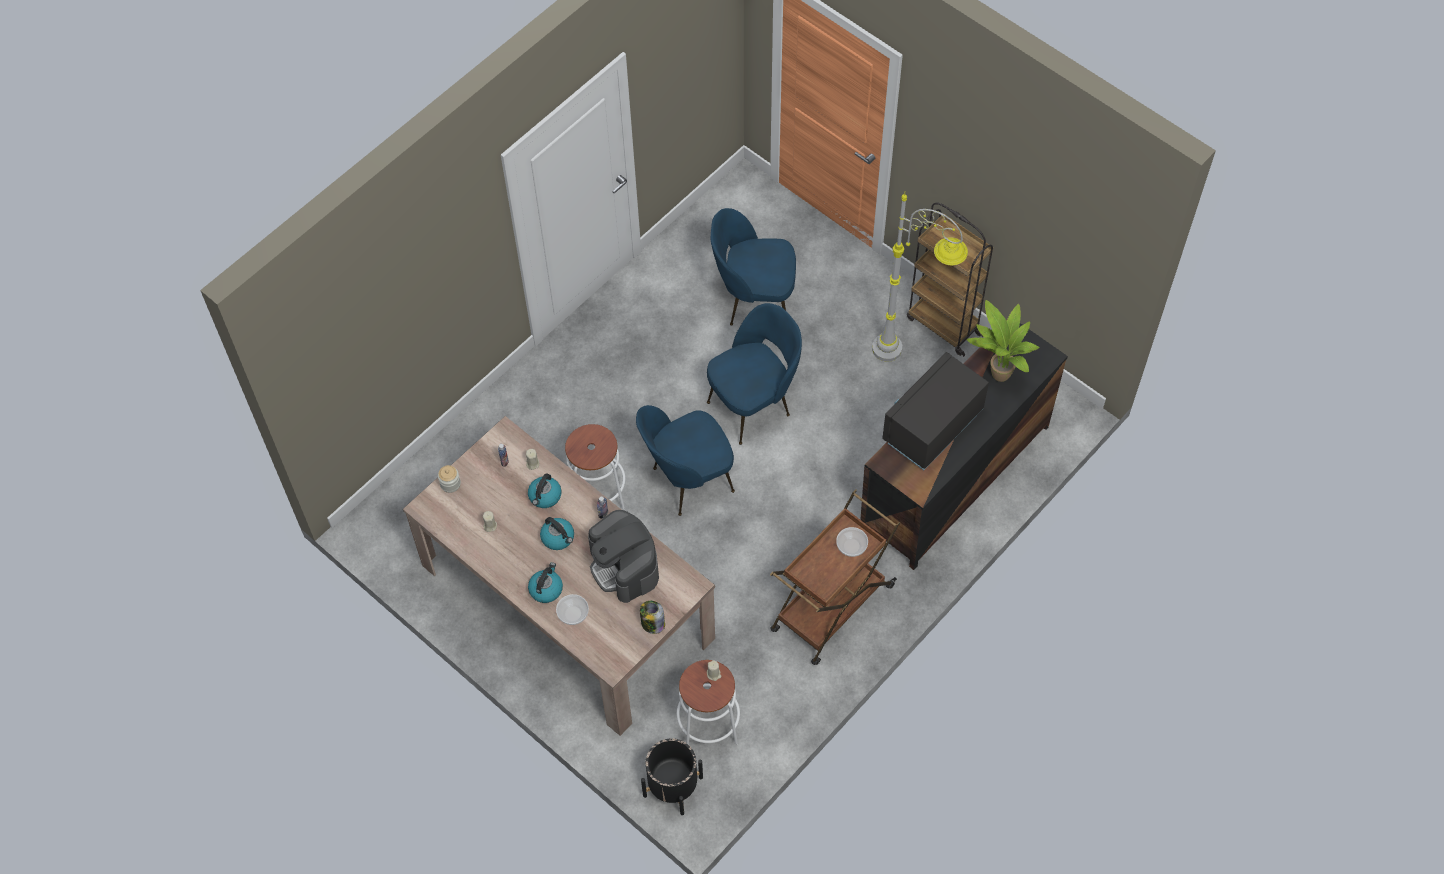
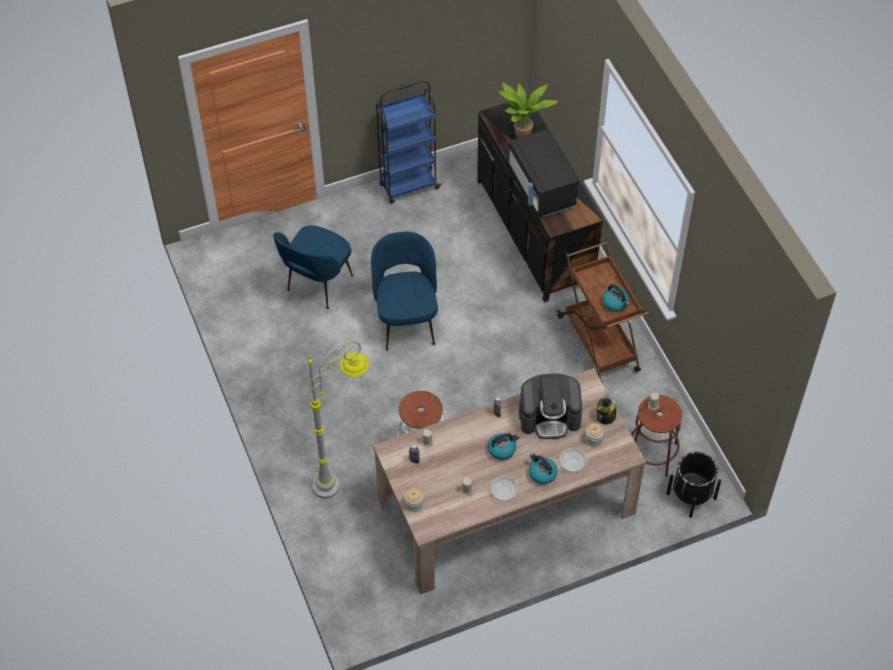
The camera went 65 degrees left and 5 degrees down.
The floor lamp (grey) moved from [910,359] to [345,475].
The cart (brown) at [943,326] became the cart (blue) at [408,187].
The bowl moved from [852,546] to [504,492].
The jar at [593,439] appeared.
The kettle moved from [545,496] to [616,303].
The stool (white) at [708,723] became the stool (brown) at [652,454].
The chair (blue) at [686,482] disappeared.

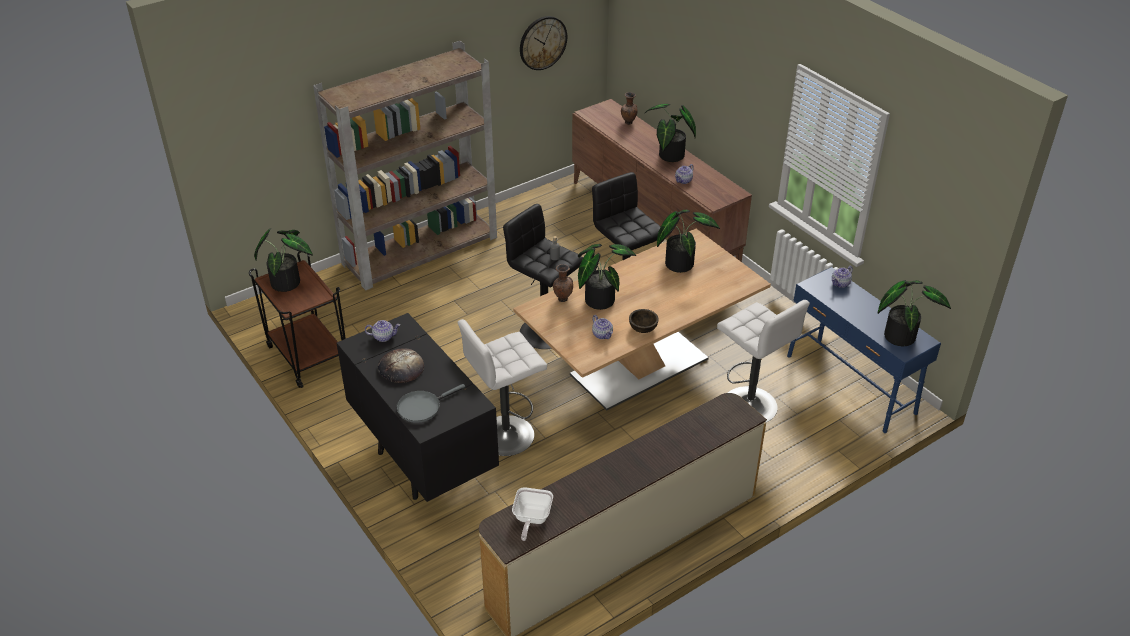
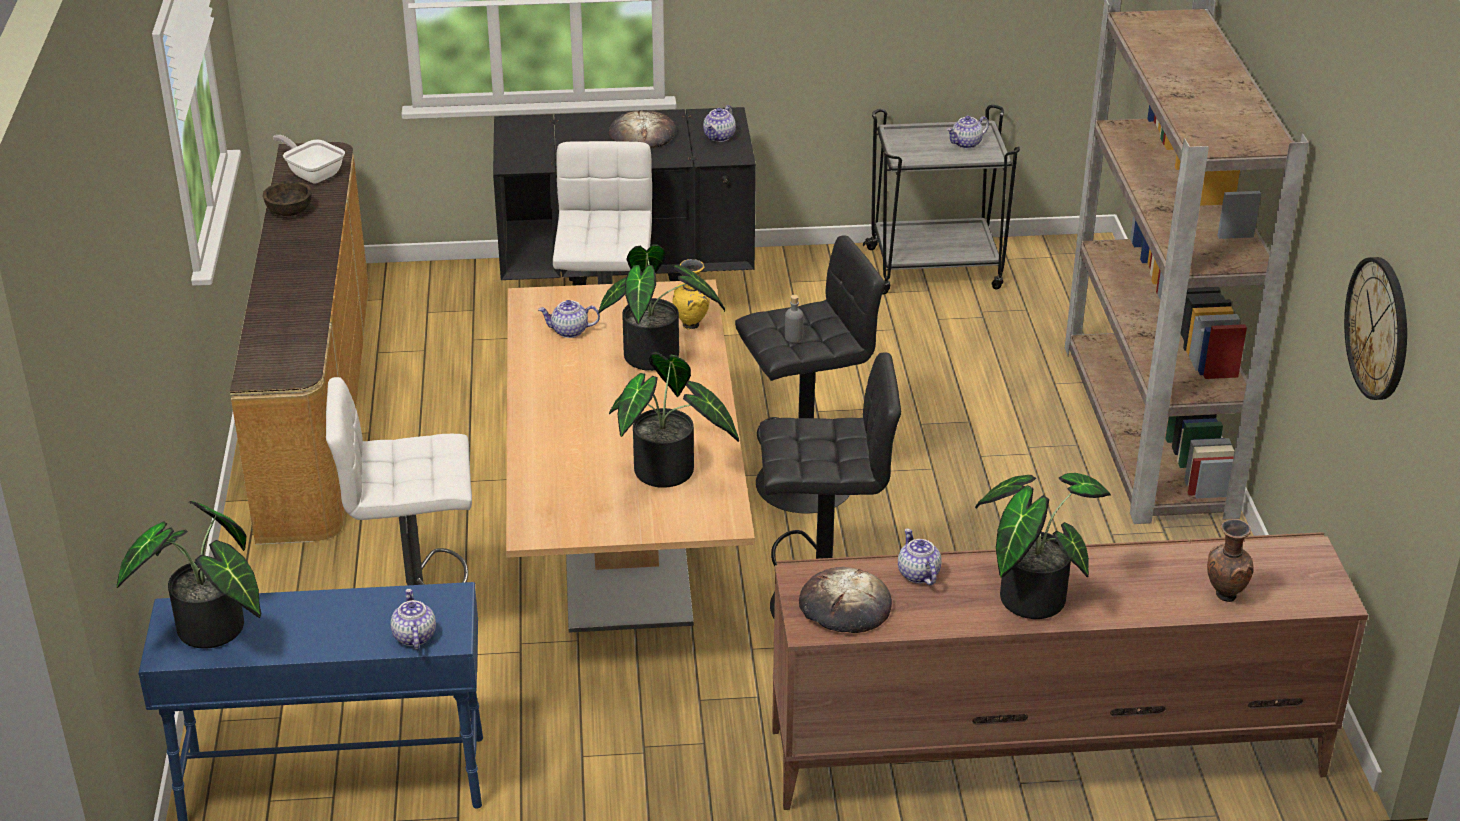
The camera went 120 degrees right and 5 degrees down.
The bowl (brown) moved from [643,328] to [289,212].
The vase (brown) at [562,298] became the vase (yellow) at [692,326].
The bread at [844,606] appeared.
The cart (brown) at [308,355] became the cart (grey) at [935,268].
The potted plant at [288,281] was replaced by the teapot at [966,144].
The frying pan (grey) at [422,407] disappeared.

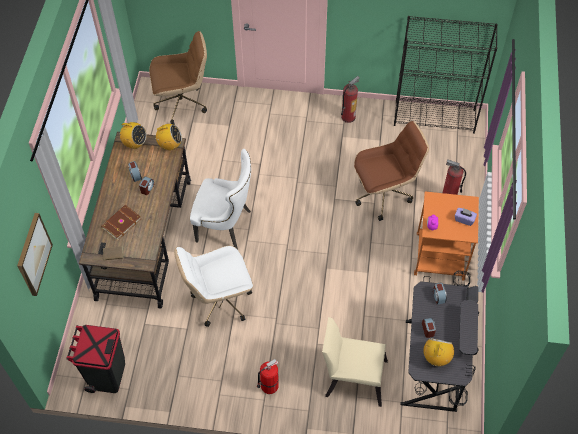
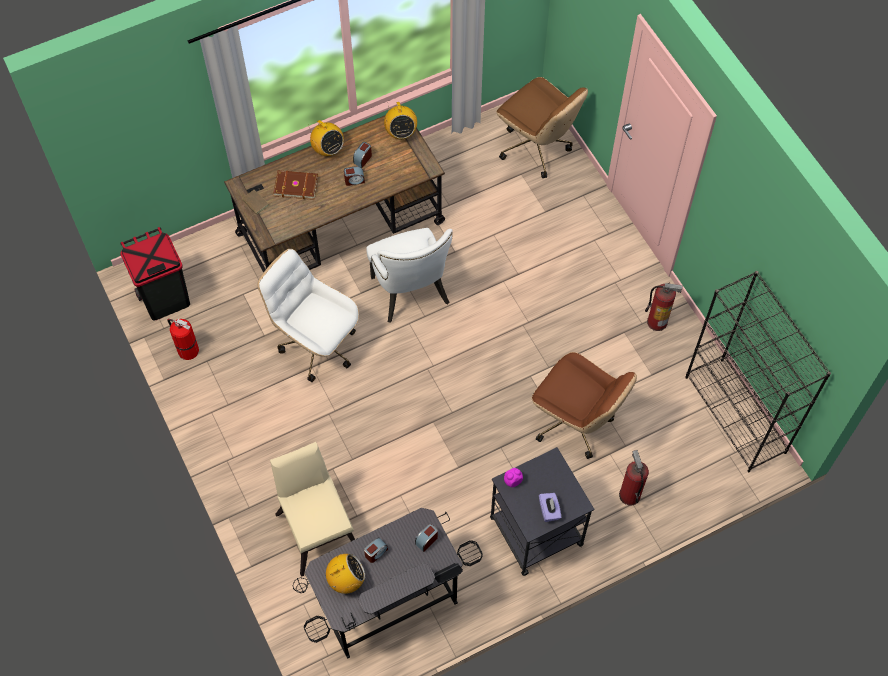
The camera went 55 degrees right and 5 degrees up.
The fire extinguisher moved from [268,386] to [187,350].
The radio moved from [170,145] to [328,149].
The cart (orange) at [440,257] became the cart (black) at [535,532].
The picture at [33,254] disappeared.

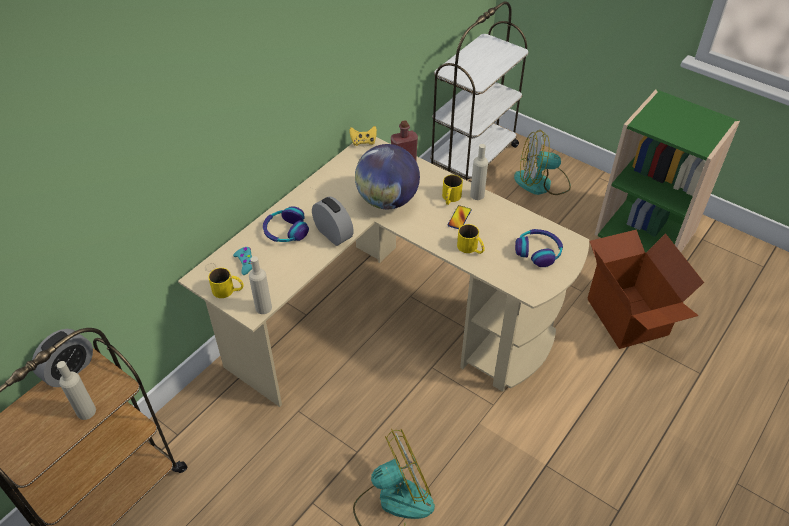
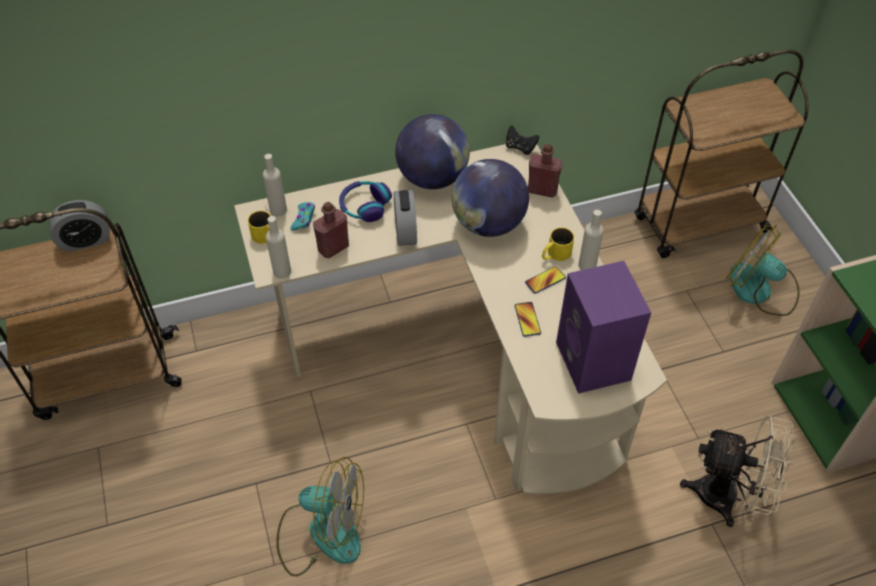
The camera went 35 degrees right and 5 degrees up.
The bottle (beige) moved from [86,411] to [278,210].
The bottle (red) at [333,248] appeared.
The globe at [432,178] appeared.
The game controller (yellow) at [363,142] became the game controller (black) at [520,147].
The mug (yellow) at [471,248] was replaced by the phone at [527,319].
The headphones at [538,252] was replaced by the speaker (purple) at [595,362].
The cart (white) at [472,161] became the cart (brown) at [698,224].
The cardboard box at [628,316] was replaced by the fan (beige) at [728,497].

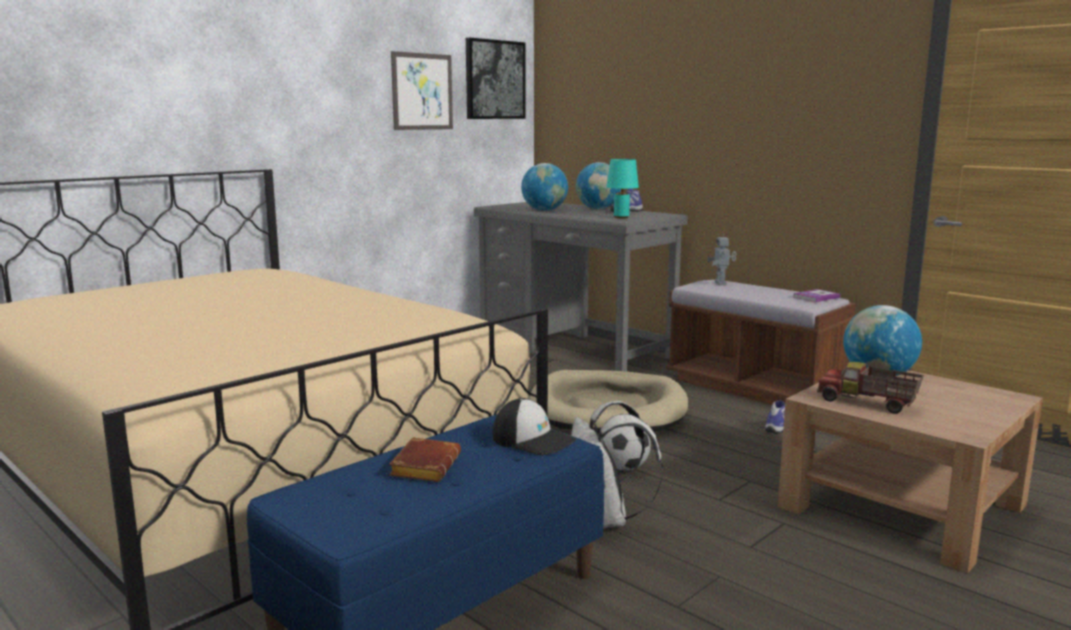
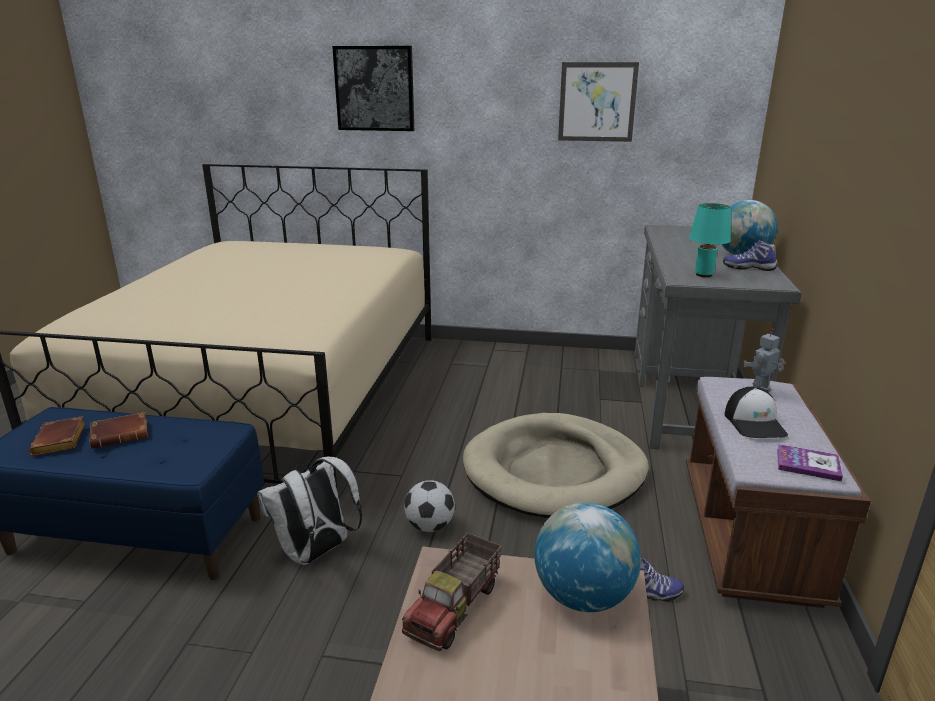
The camera went 55 degrees right and 10 degrees up.
The book (brown) at [61,441] appeared.
The picture moved from [494,80] to [375,89].
The toy truck at [867,403] turned 150 degrees counterclockwise.
The cap moved from [533,440] to [755,423].
The globe at [544,210] disappeared.

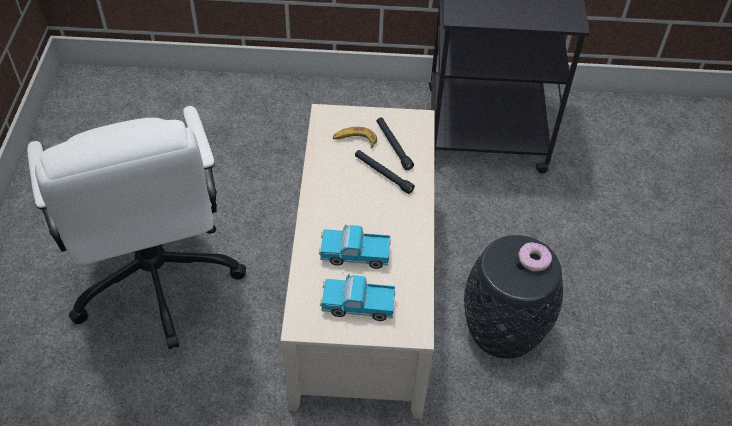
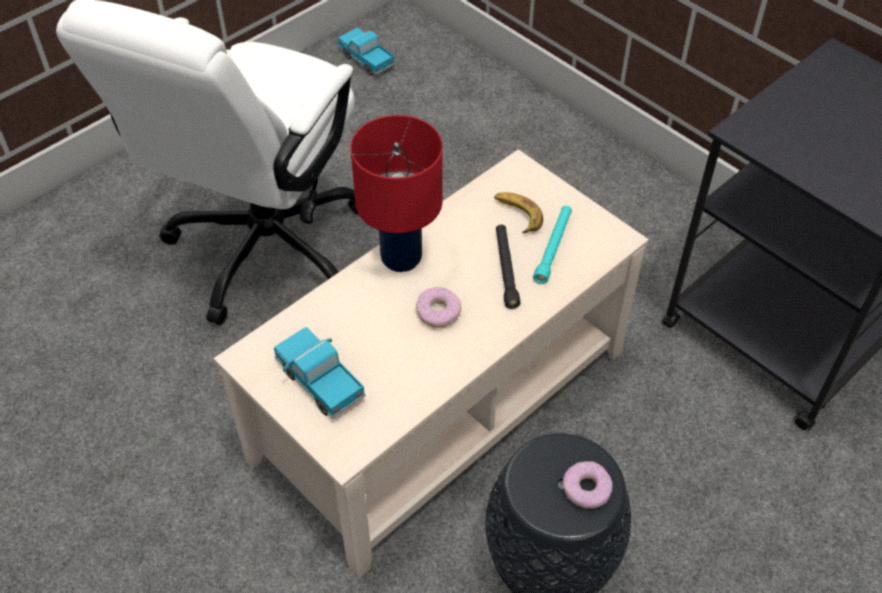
The camera went 45 degrees right and 0 degrees up.
The toy truck moved from [354,255] to [366,60].
The table lamp (red) at [401,261] appeared.
The donut at [438,312] appeared.
The flashlight (black) at [393,146] became the flashlight (turquoise) at [553,247].

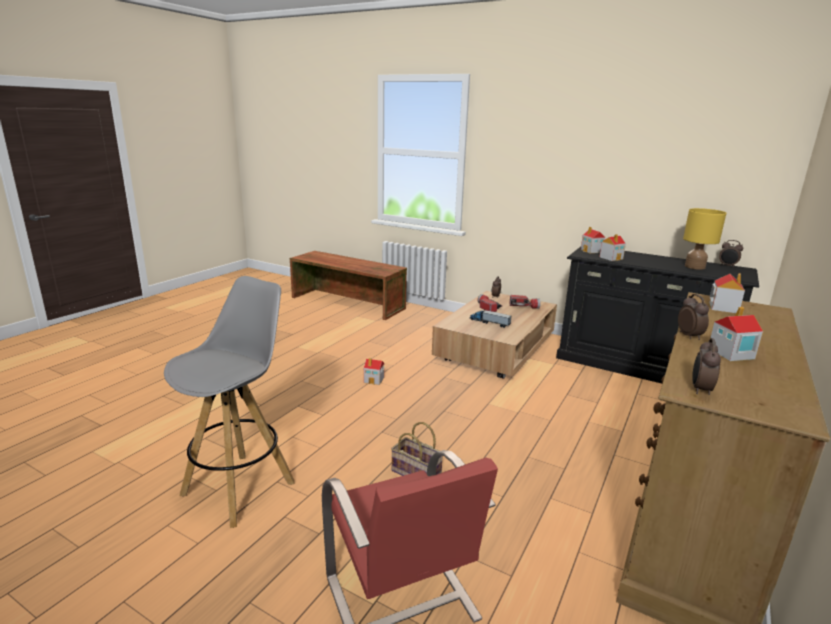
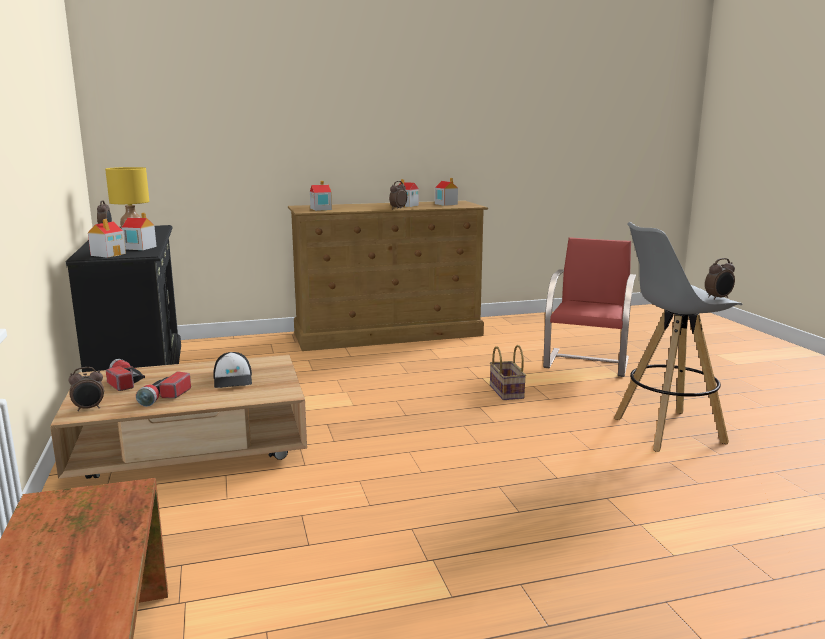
The camera went 135 degrees left and 5 degrees down.
The toy truck at [489,322] was replaced by the cap at [233,379].
The toy house moved from [374,380] to [445,204].
The alarm clock moved from [700,389] to [718,298].

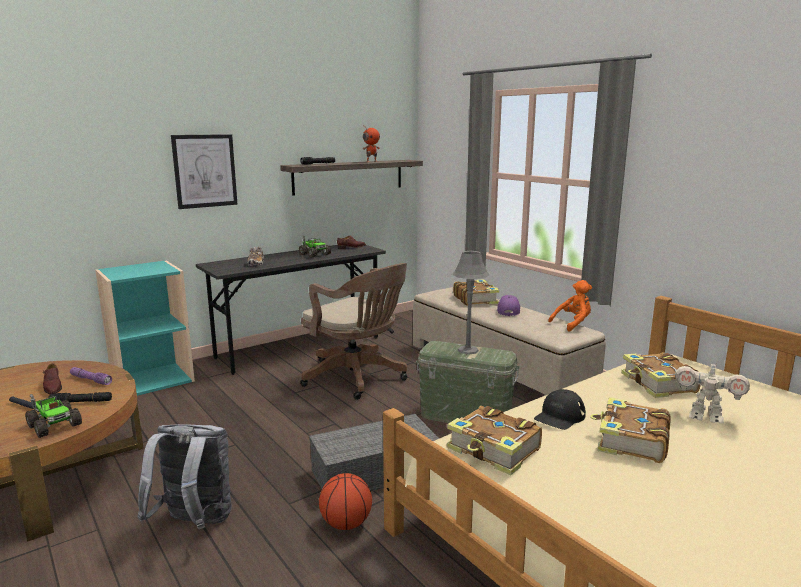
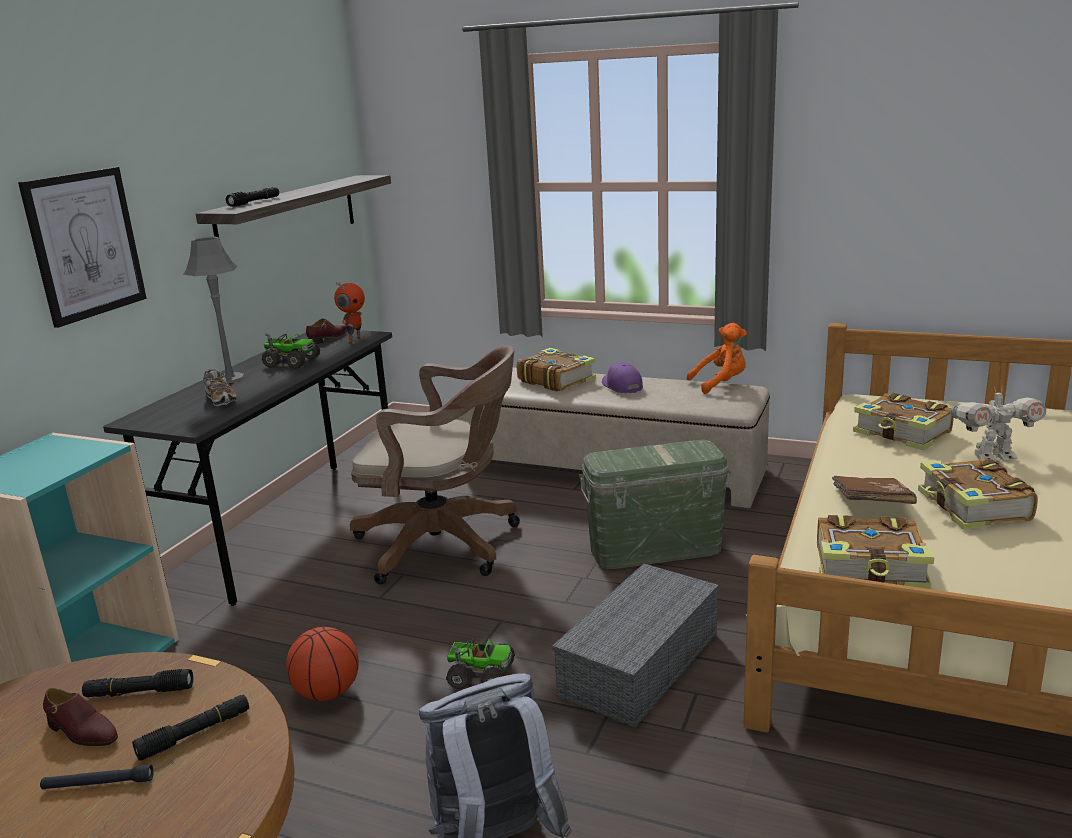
The camera went 30 degrees left and 5 degrees up.
The flashlight (purple) at [91,380] became the flashlight (black) at [139,692].
The table lamp (grey) moved from [468,350] to [230,378].
The basketball moved from [346,524] to [327,693].
The toy robot moved from [371,161] to [354,340].
The toy truck moved from [54,425] to [480,675].
The plush toy (orange) at [573,324] turned 45 degrees clockwise.
The cap (black) at [559,416] was replaced by the book (brown) at [871,504].

